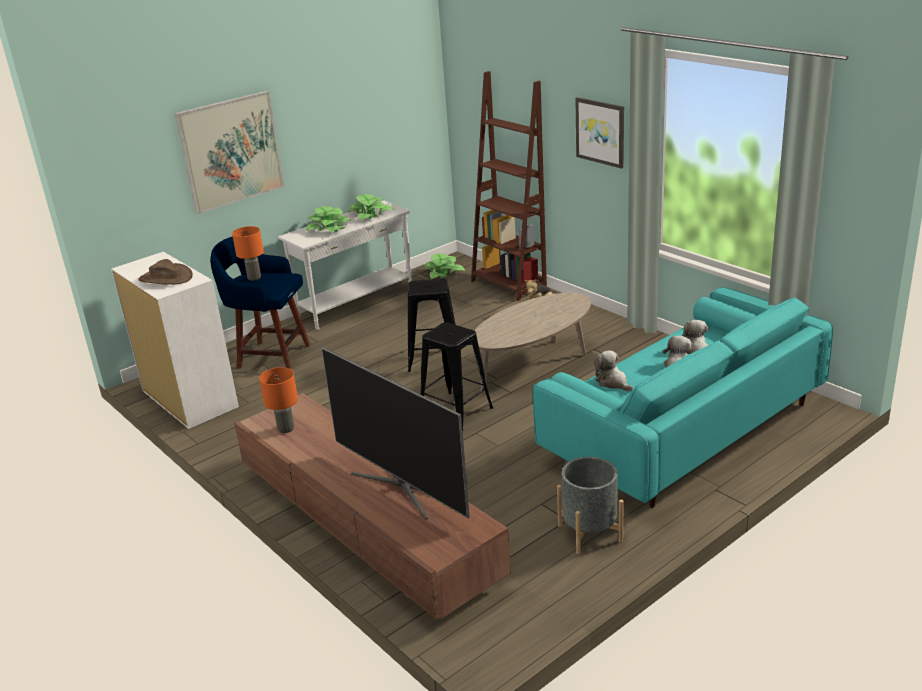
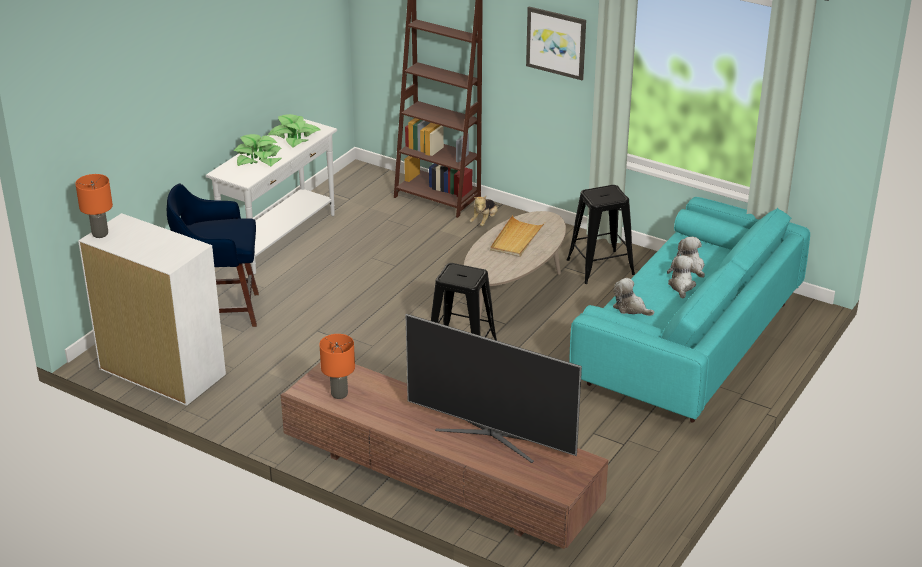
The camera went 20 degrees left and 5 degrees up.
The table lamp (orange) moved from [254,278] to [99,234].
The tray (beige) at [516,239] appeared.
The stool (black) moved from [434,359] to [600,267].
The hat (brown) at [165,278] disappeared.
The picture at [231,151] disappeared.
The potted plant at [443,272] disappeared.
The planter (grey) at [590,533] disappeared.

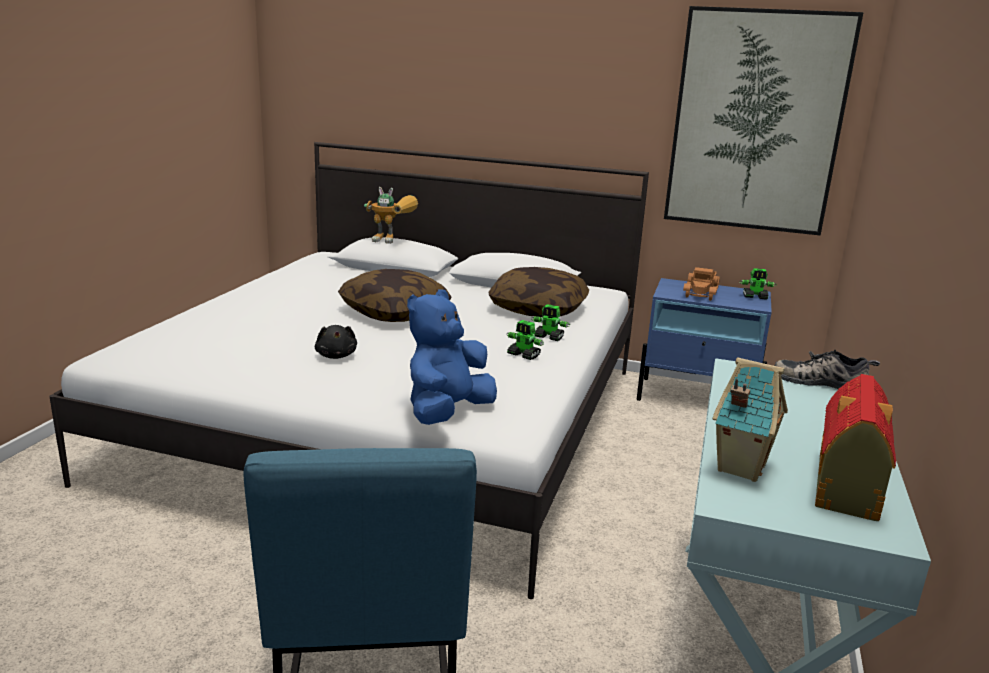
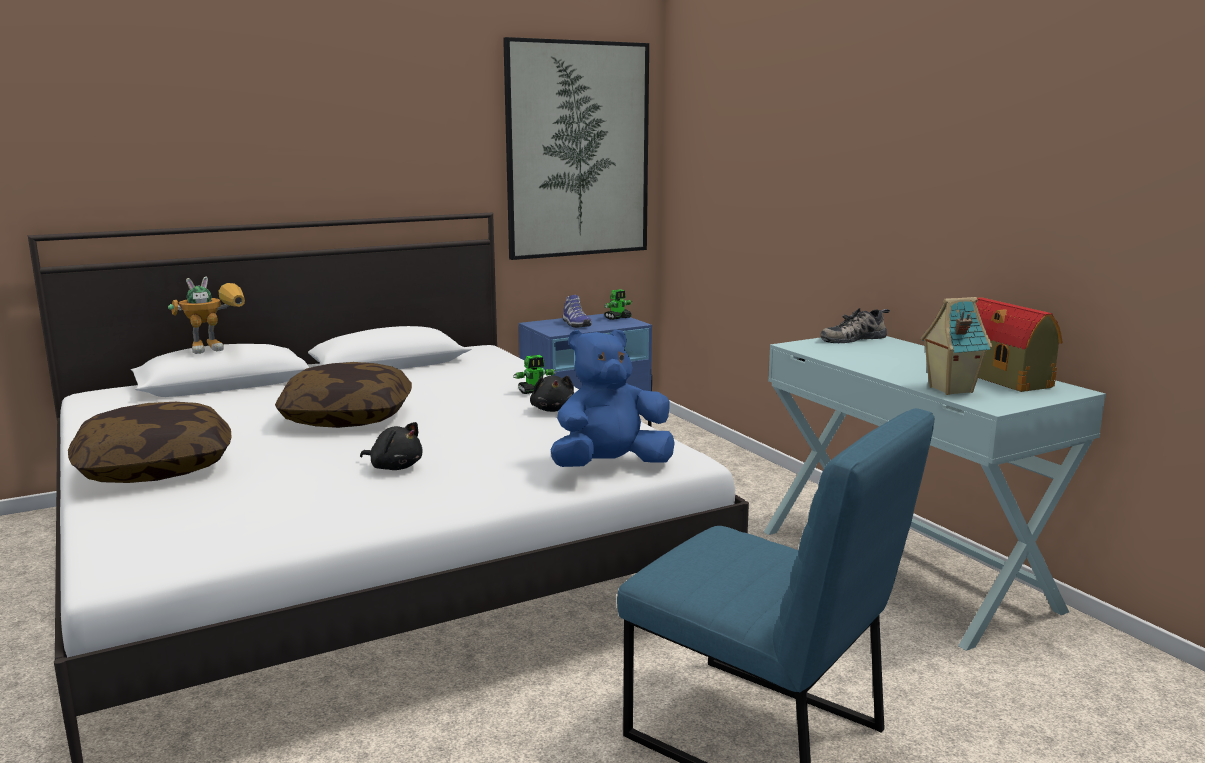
The camera went 45 degrees left and 5 degrees down.
The pillow moved from [538,309] to [155,468].
The toy robot at [524,355] was replaced by the plush toy (black) at [552,409].
The plush toy (blue) at [447,413] turned 75 degrees clockwise.
The toy truck at [701,292] was replaced by the shoe at [575,324].

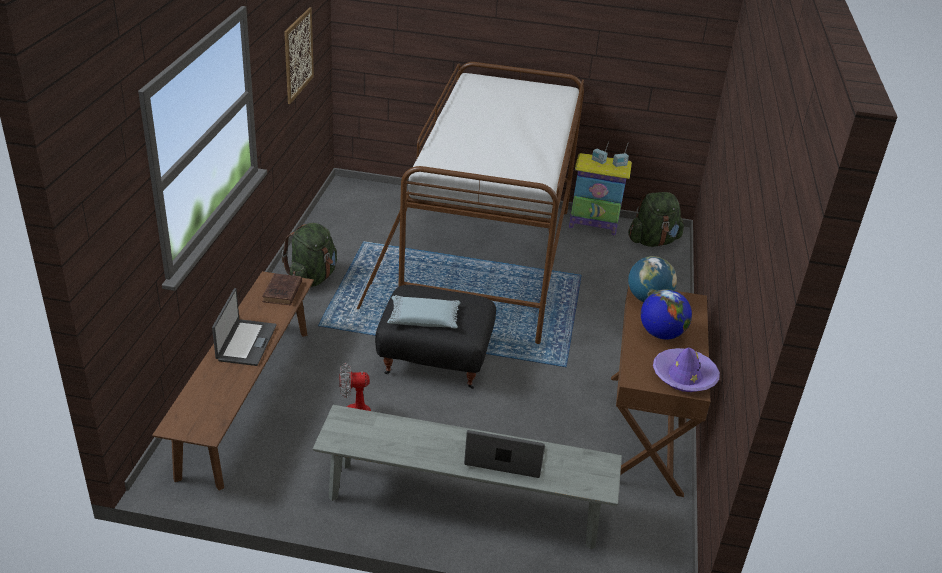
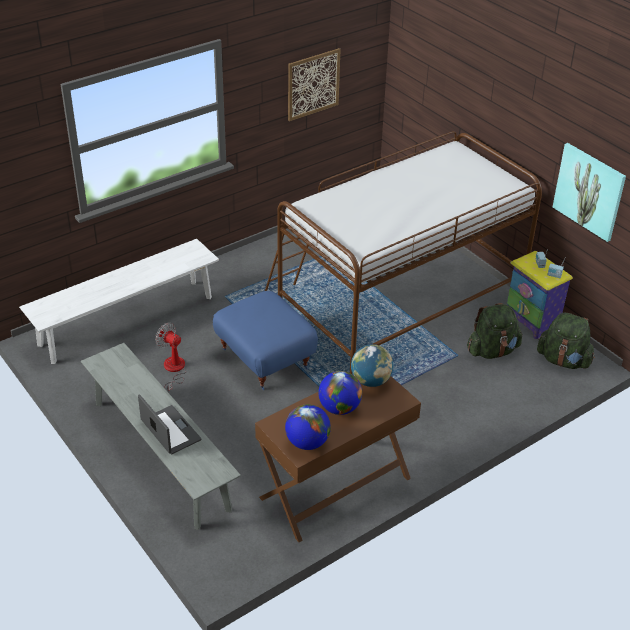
The camera went 45 degrees right and 5 degrees up.
The bench (brown) at [246,400] became the bench (white) at [127,320].
The ottoman (black) at [436,360] became the ottoman (blue) at [266,358].
The hat (purple) at [684,376] was replaced by the globe at [307,442].
The backpack (green) moved from [312,278] to [492,351].
The picture at [589,191] appeared.
The laptop at [245,343] disappeared.
The book (brown) at [282,292] disappeared.
The pillow (blue) at [424,316] disappeared.

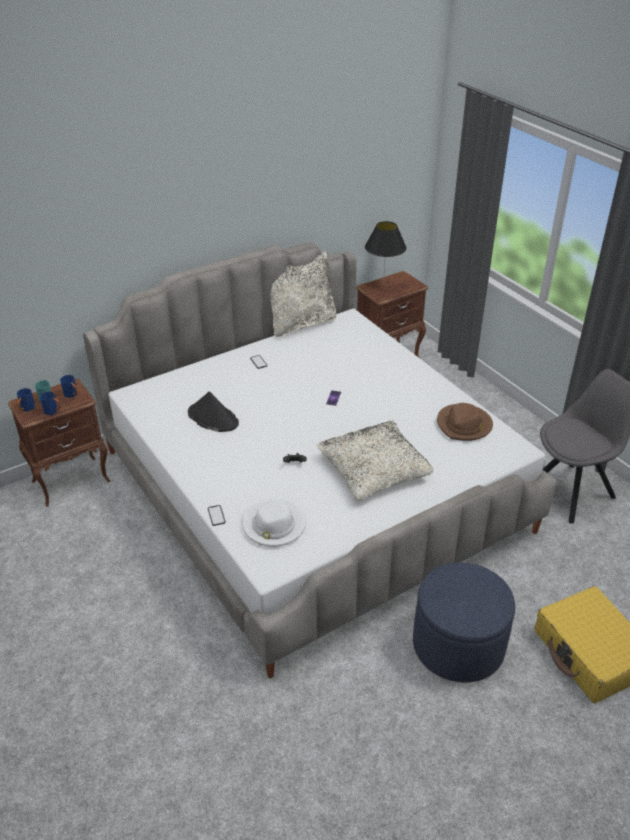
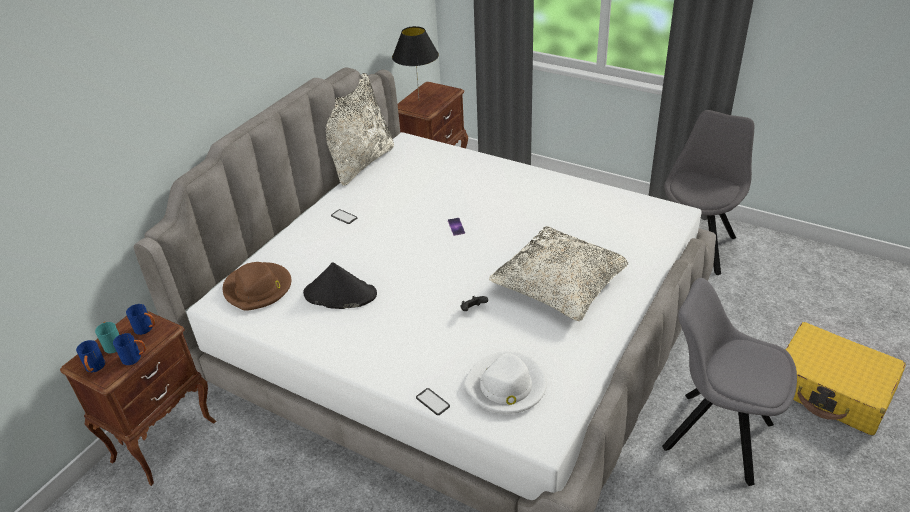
The camera went 25 degrees left and 0 degrees up.
The hat (brown) moved from [464,425] to [258,288].
The ottoman (blue) at [458,645] was replaced by the chair (grey) at [716,436].

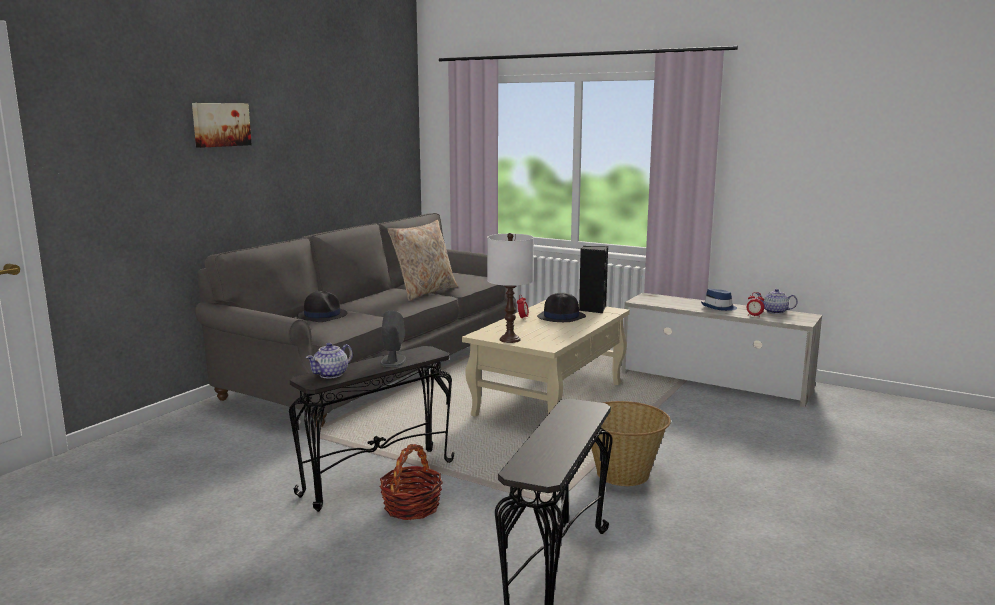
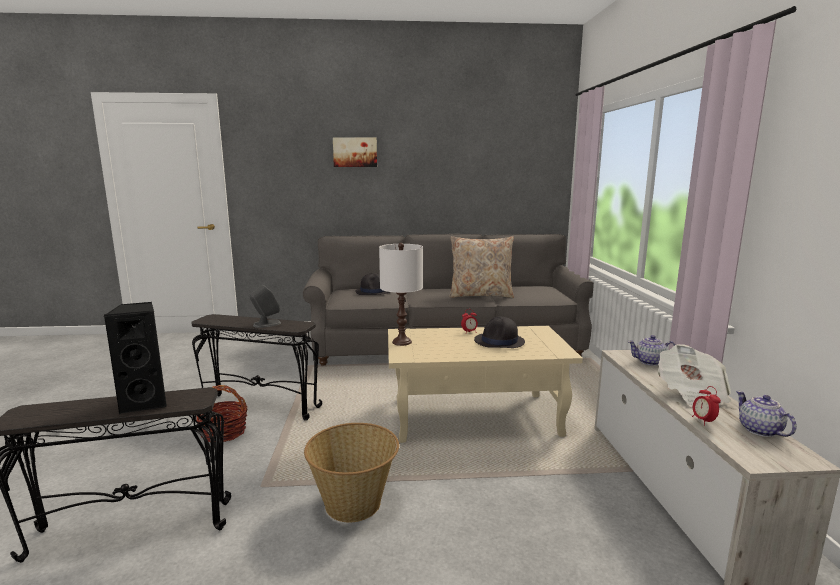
The camera went 55 degrees right and 0 degrees up.
The speaker (black) moved from [592,309] to [146,402].
The teapot moved from [331,374] to [650,362].
The hat (blue) at [719,307] was replaced by the newspaper at [691,394].

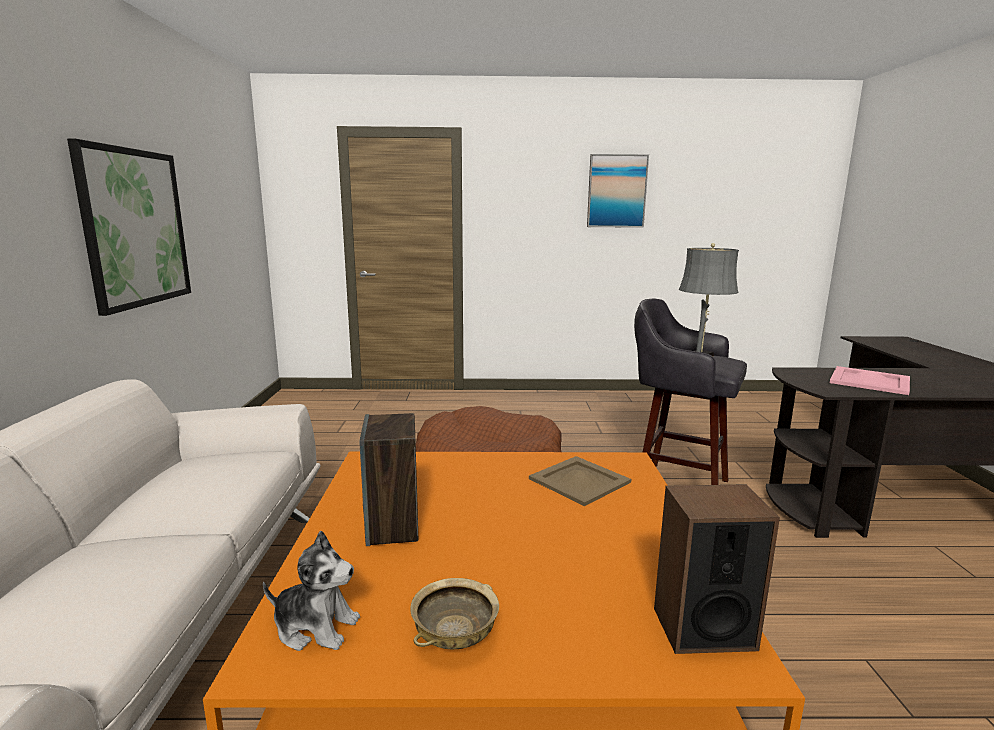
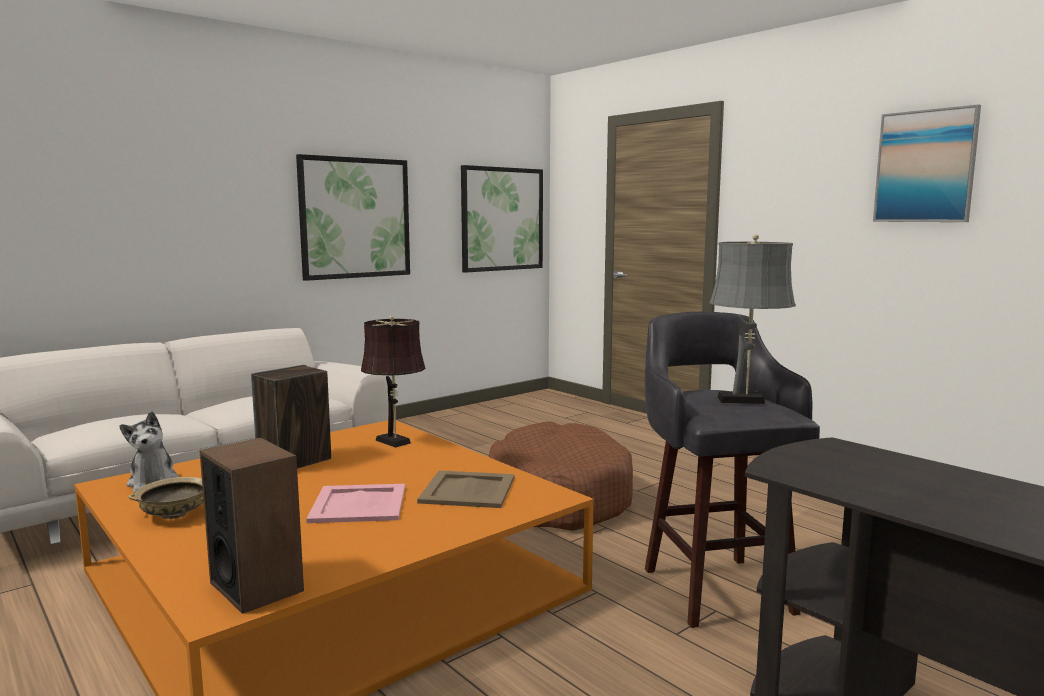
The camera went 50 degrees right and 5 degrees down.
The tray (pink) moved from [870,381] to [358,504].
The table lamp (brown) at [395,442] appeared.
The picture at [502,219] appeared.

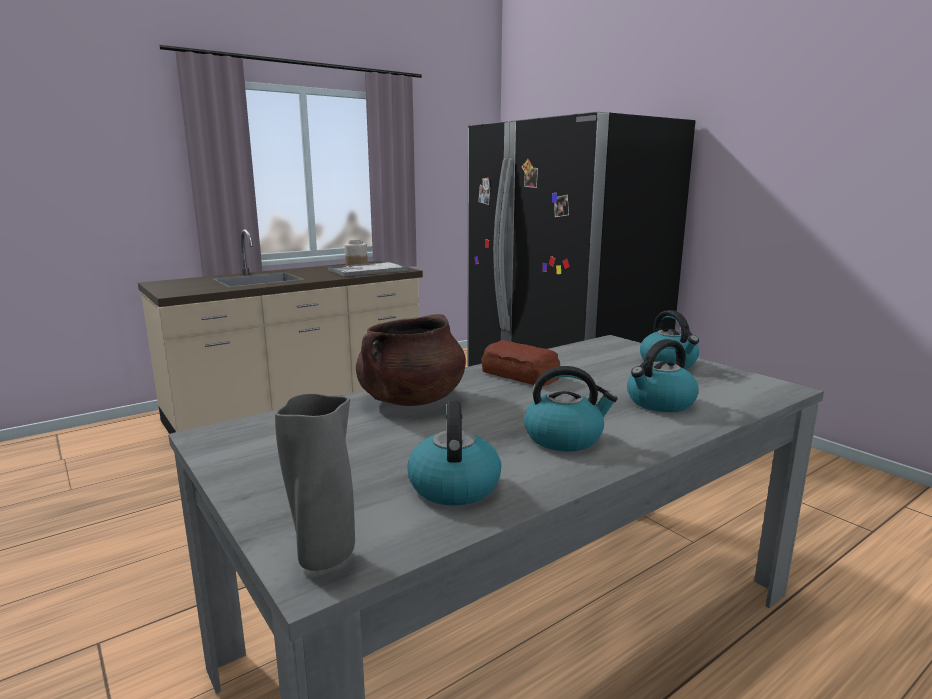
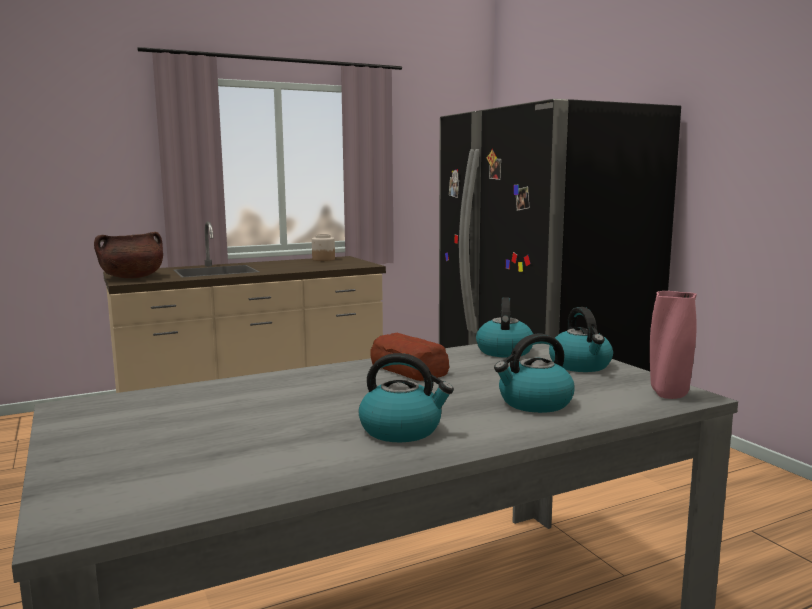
The camera went 10 degrees right and 5 degrees down.
The cooking pot (brown) moved from [411,400] to [132,277].
The kettle moved from [453,485] to [504,351].
The vase (pink) at [668,394] appeared.
The vase (grey) at [324,556] disappeared.
The tray at [367,270] disappeared.

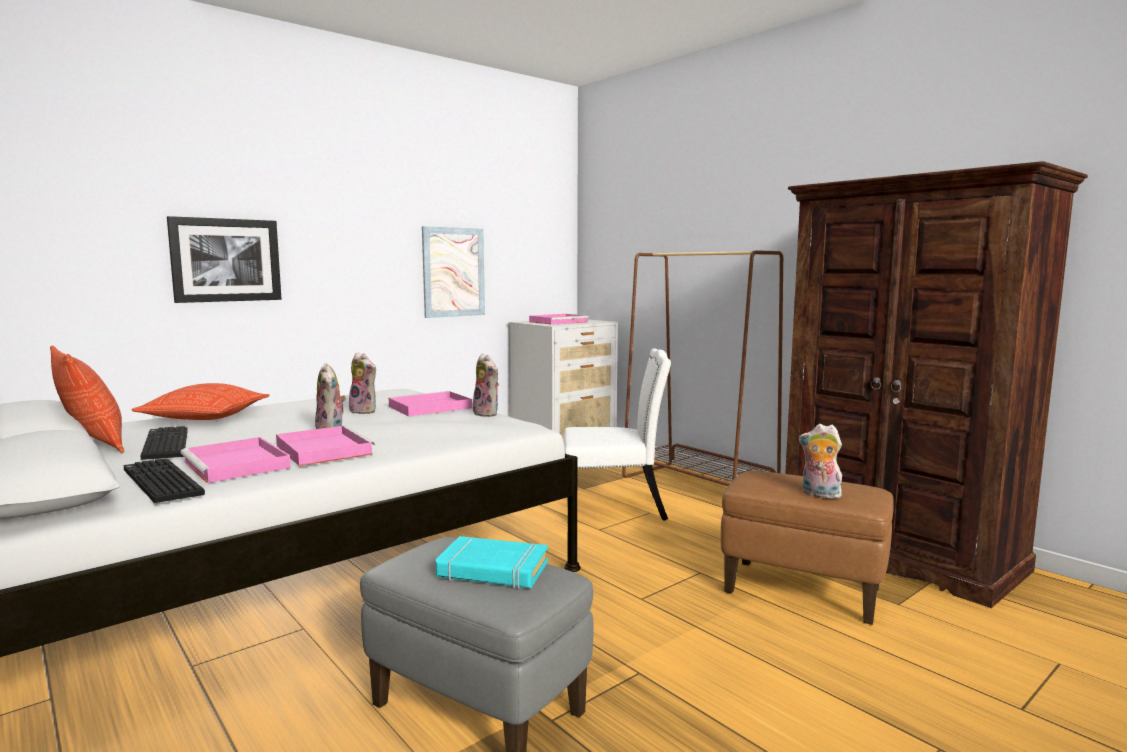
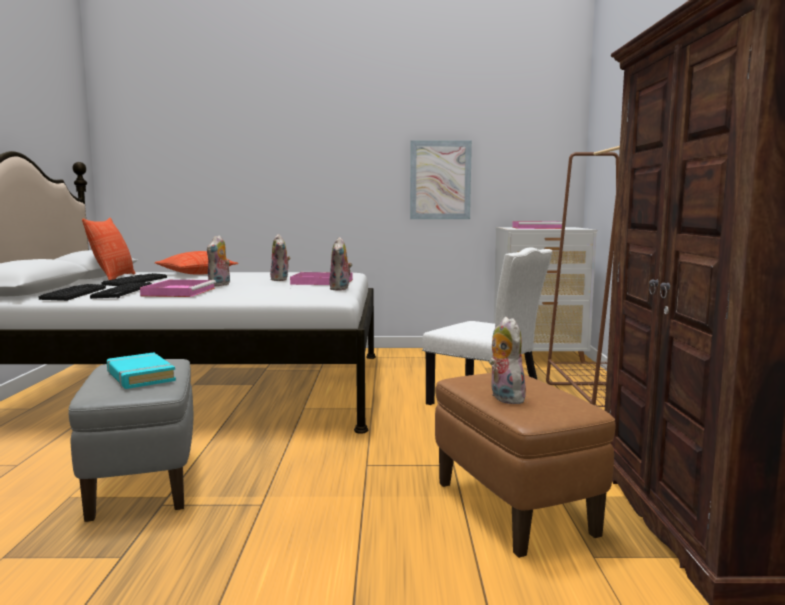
The camera went 40 degrees right and 0 degrees up.
The tray (pink) at [238,464] was replaced by the keyboard at [124,292].
The picture at [226,260] disappeared.

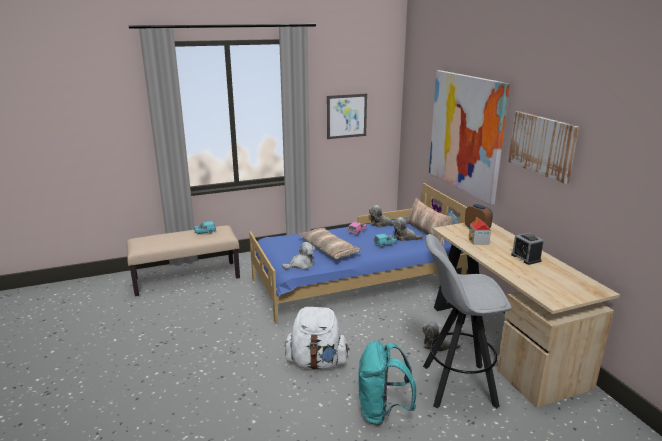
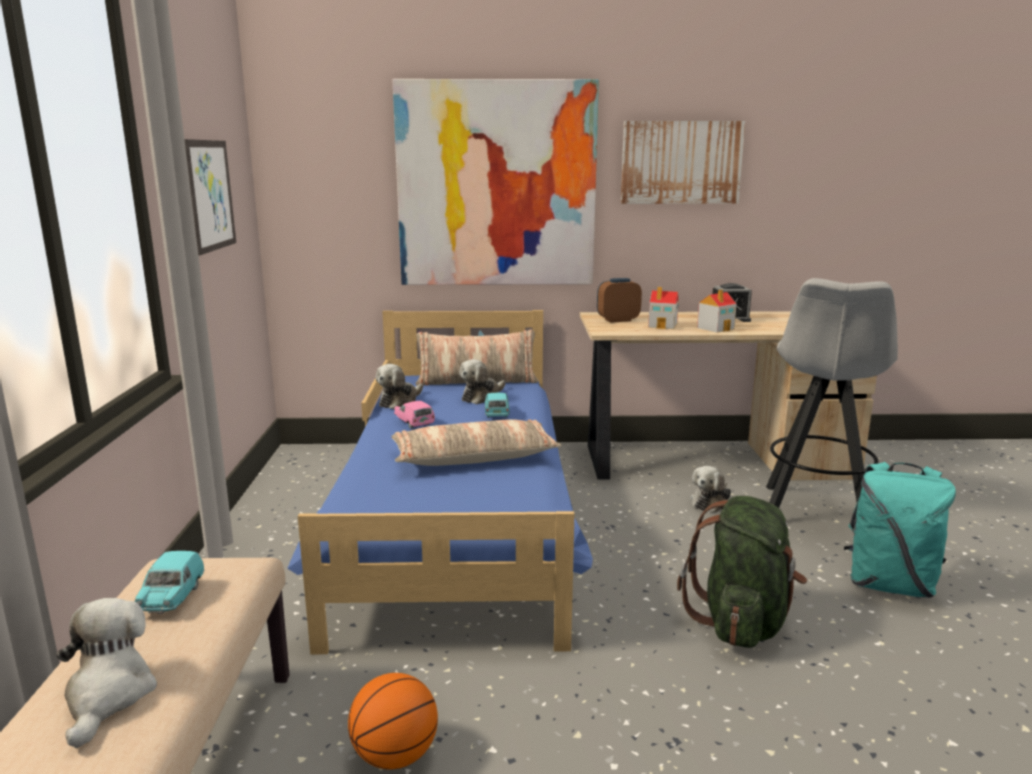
The camera went 70 degrees left and 5 degrees down.
The plush toy moved from [301,265] to [108,696].
The basketball at [395,756] appeared.
The backpack (white) at [317,362] became the backpack (green) at [741,622].
The toy house at [716,328] appeared.

